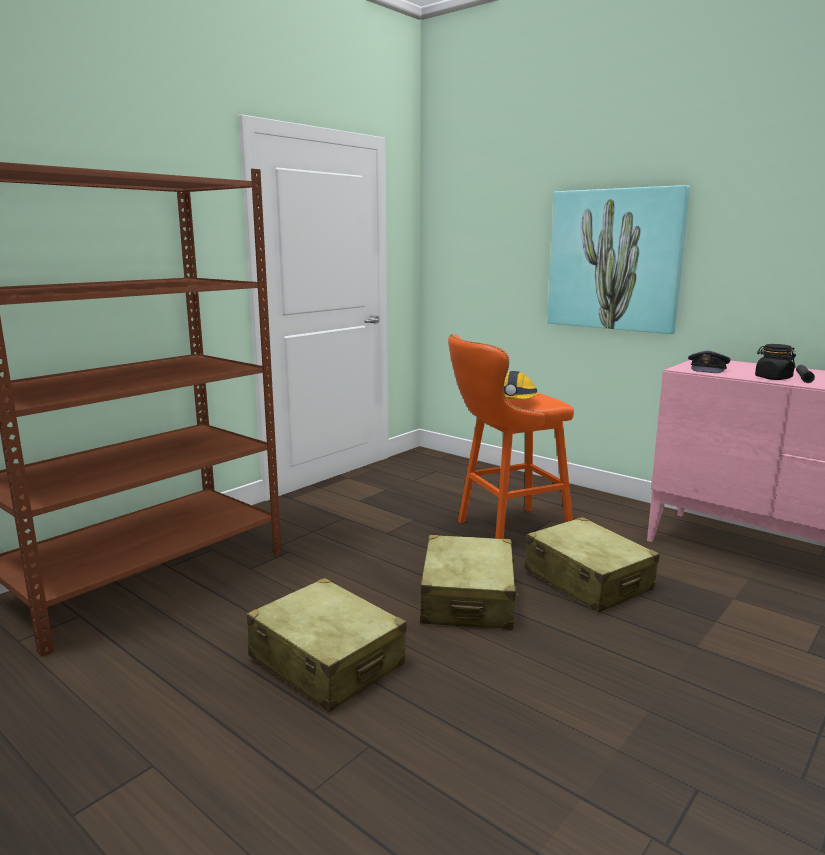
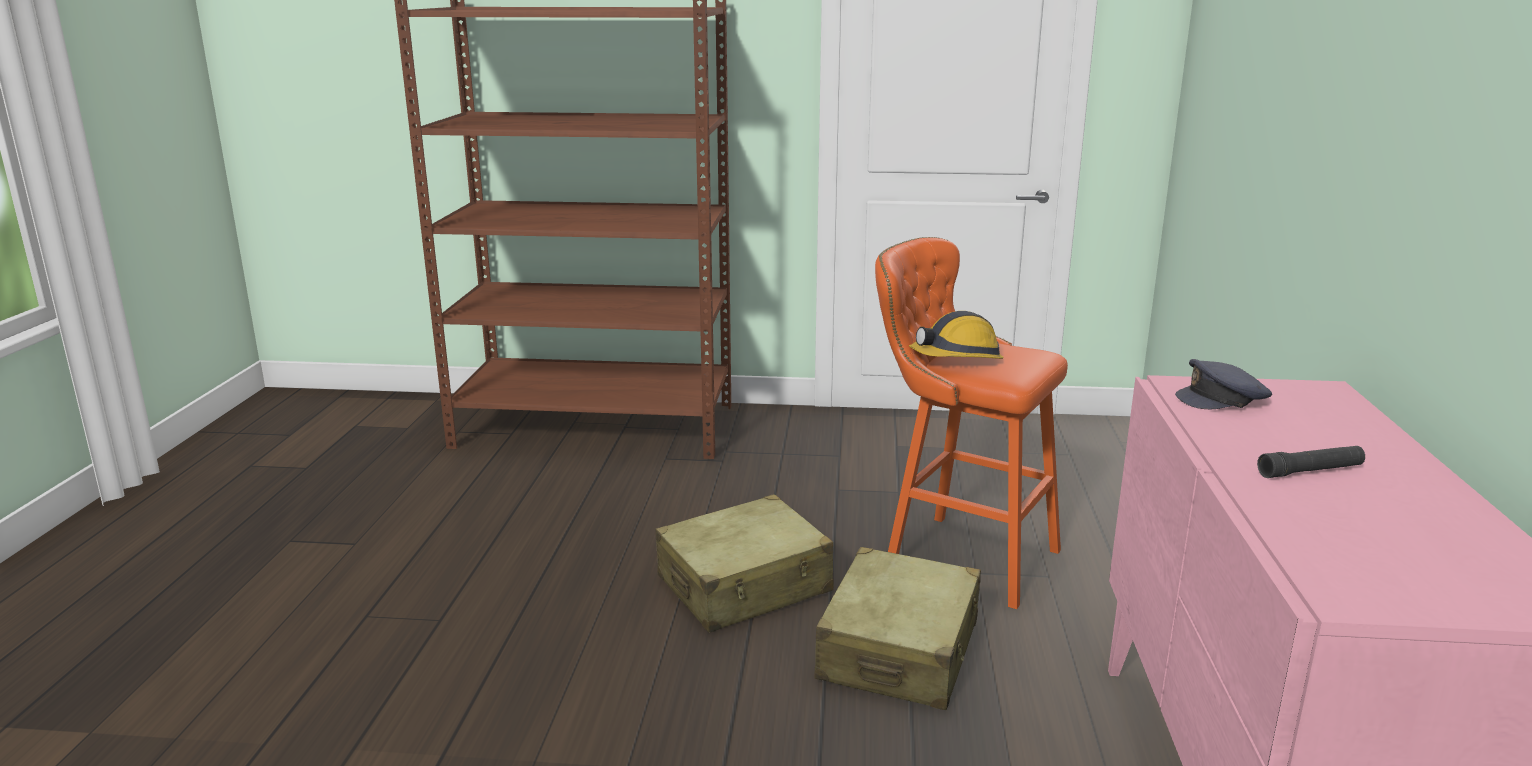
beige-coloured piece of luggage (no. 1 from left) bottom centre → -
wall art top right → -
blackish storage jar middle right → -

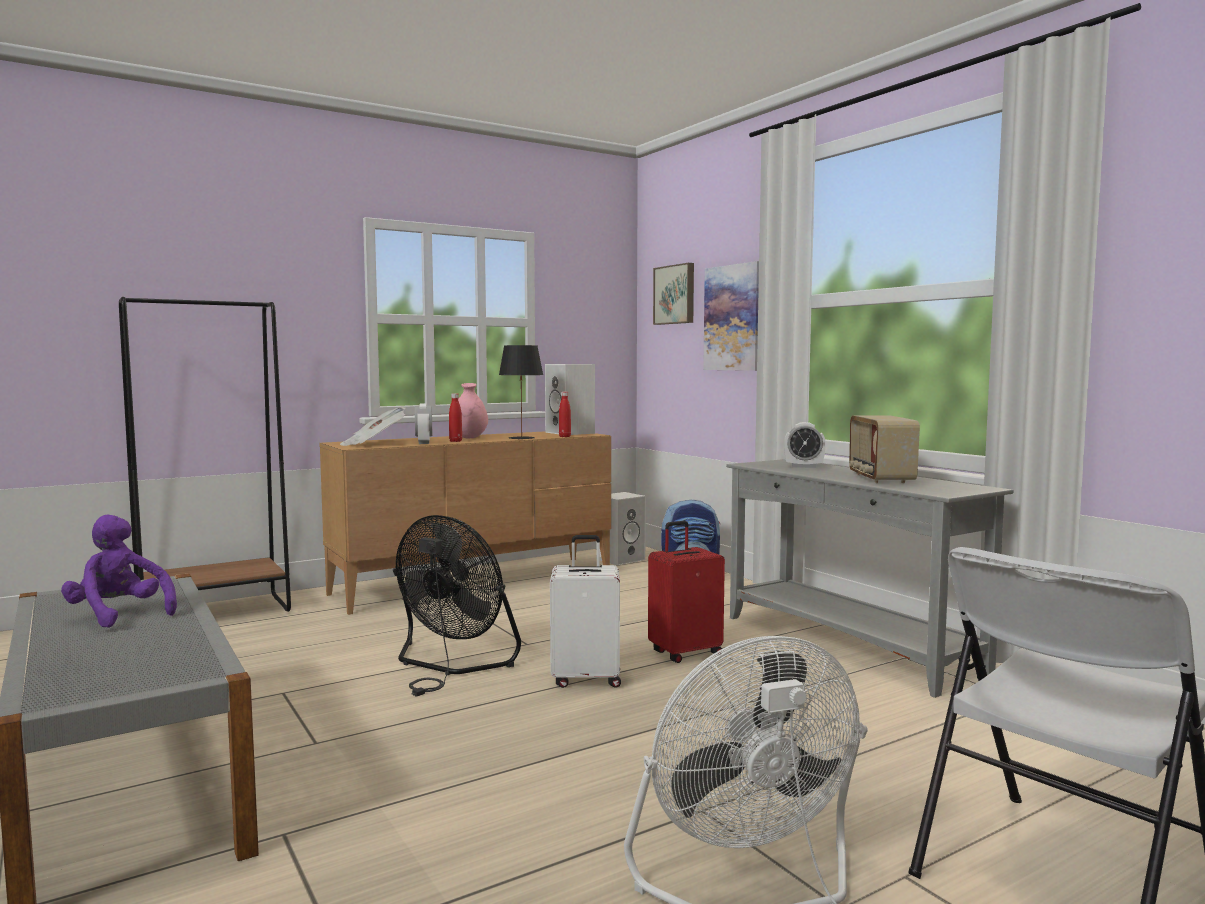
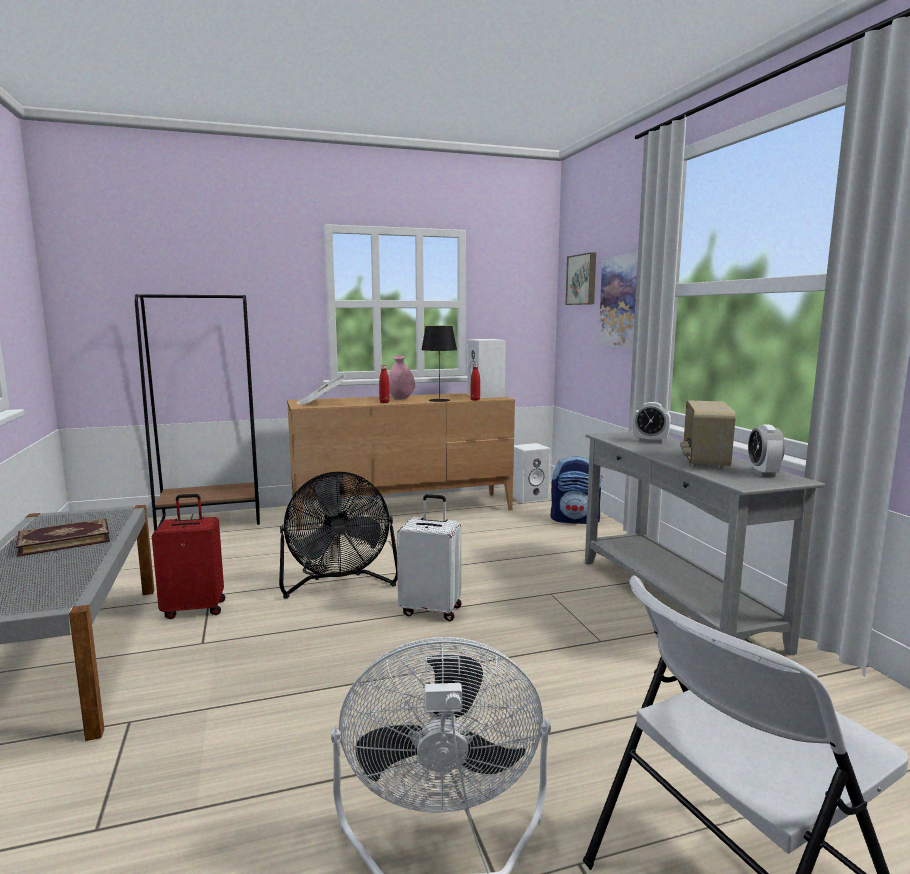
table clock (no. 1 from left in the first image) centre → table clock (no. 2 from left) middle right, relocated
reddish piece of luggage centre → reddish piece of luggage middle left, relocated
purple soft toy middle left → bound book middle left
blackish cooling fan bottom centre → blackish cooling fan centre, 120 degrees clockwise

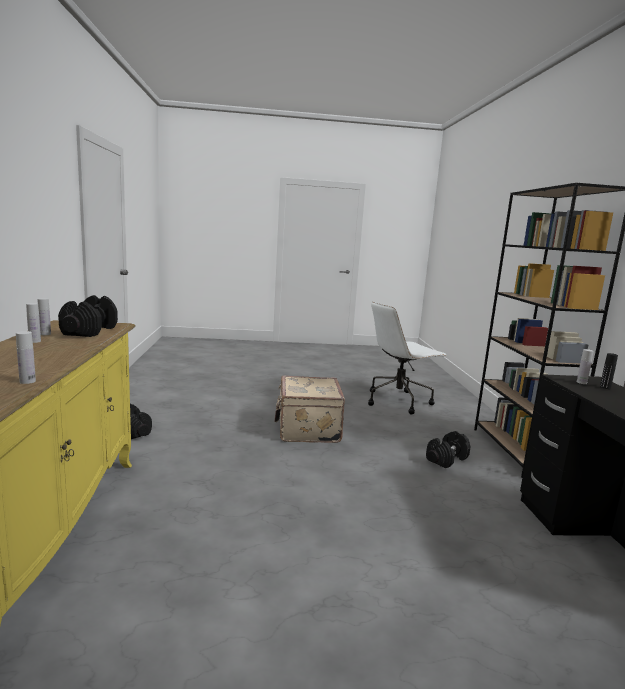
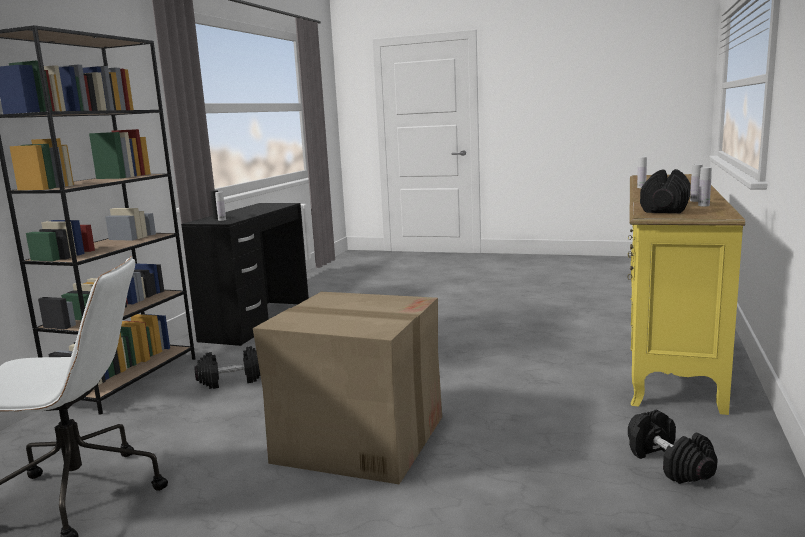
beige-coloured piece of luggage centre → carton bottom centre

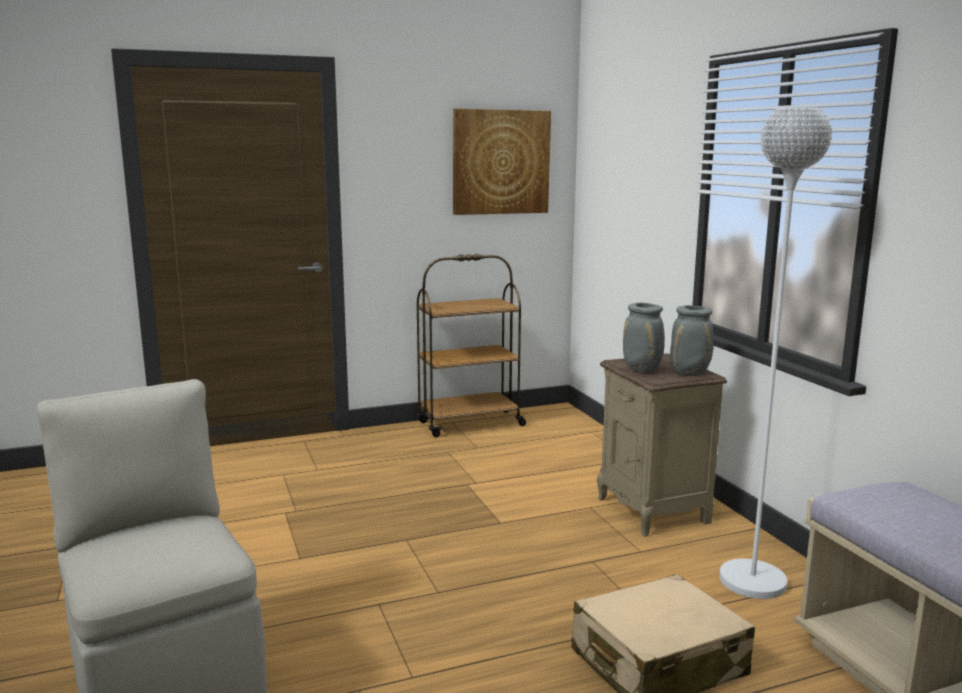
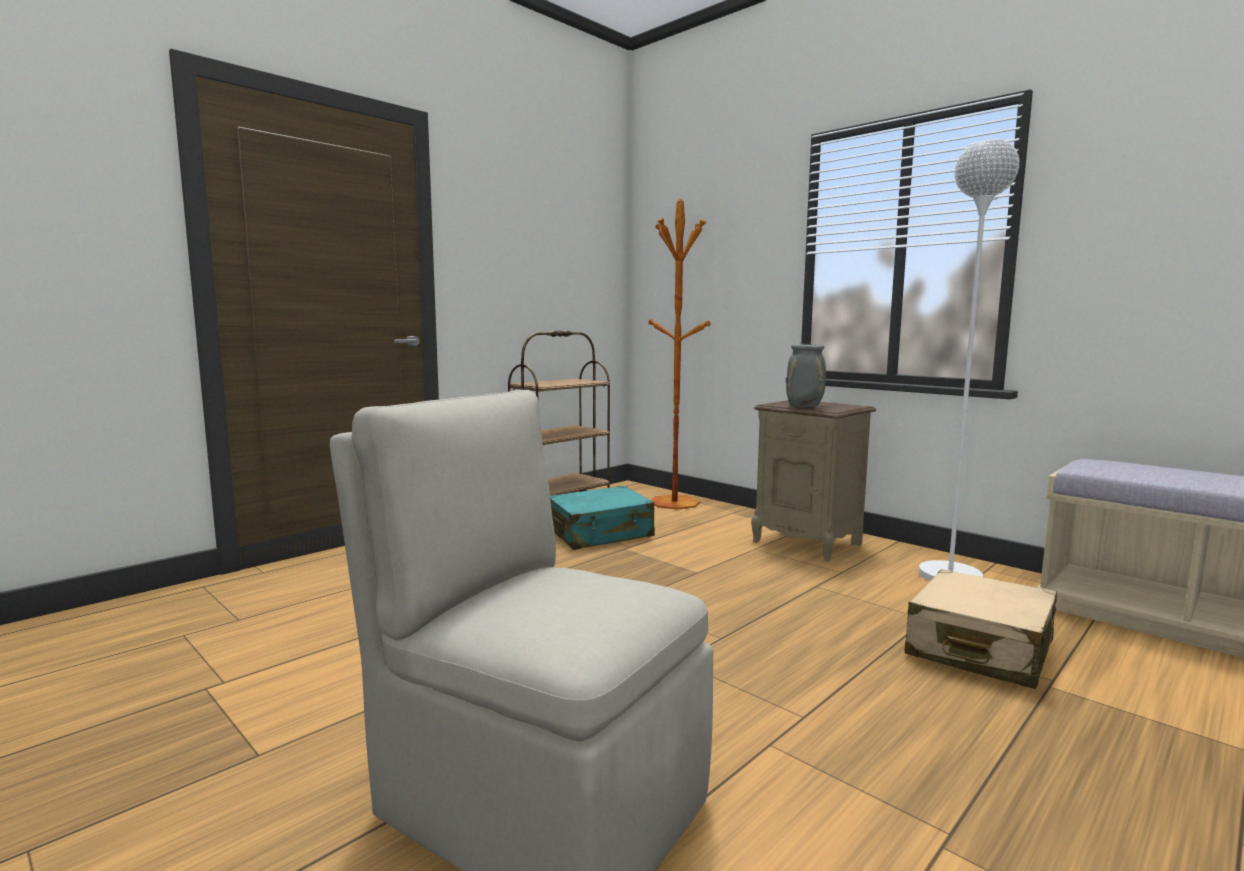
wall art top centre → -
gray decorative vase (no. 2 from left) middle right → -
- → blue-green piece of luggage centre
- → orangey clothes rack centre

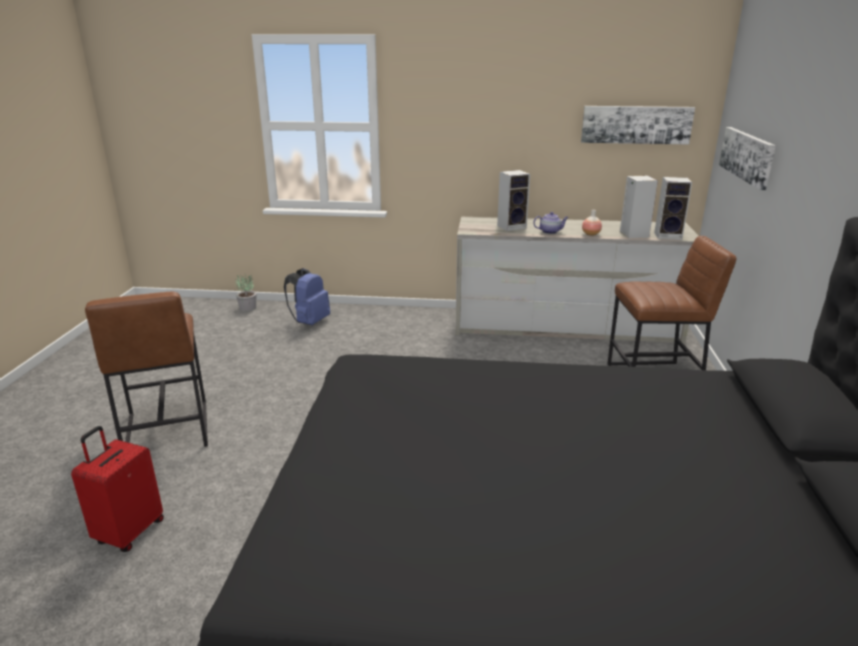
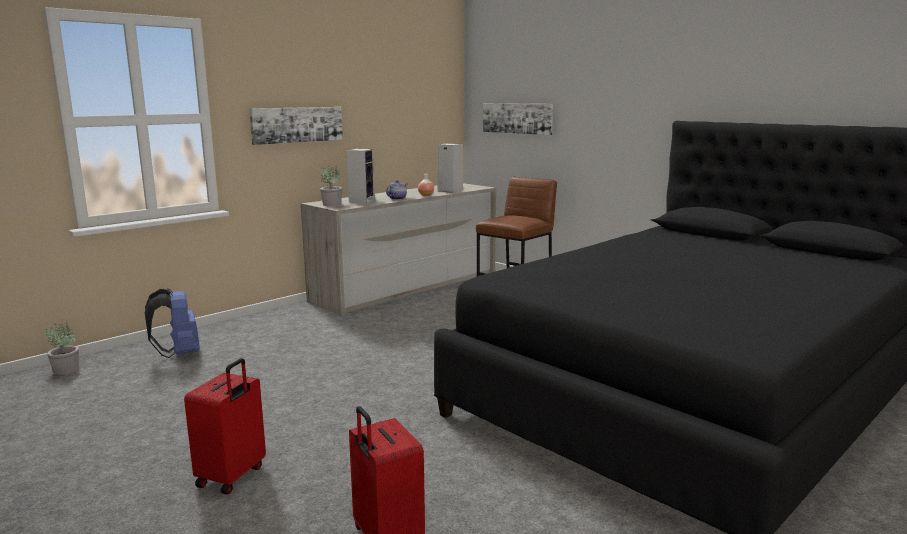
loudspeaker (no. 3 from left) top right → -
- → plant in a pot (no. 2 from left) centre
wall art (no. 1 from left) top right → wall art (no. 1 from left) top left, relocated
brown upright chair (no. 1 from left) middle left → reddish piece of luggage (no. 1 from left) bottom left

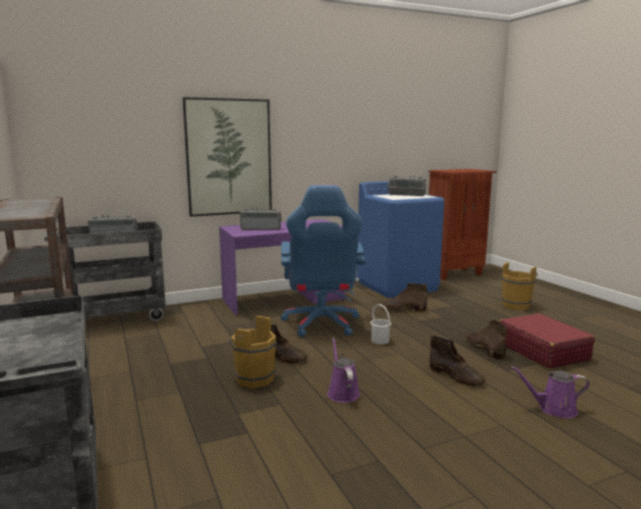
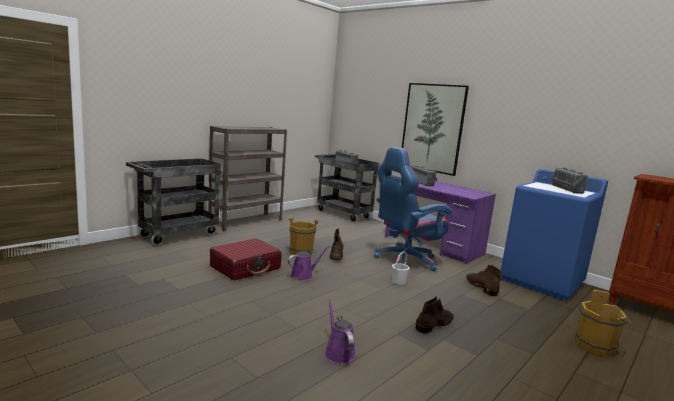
brown tall boot (no. 3 from left) bottom right → -
reddish piece of luggage bottom right → reddish piece of luggage centre, relocated

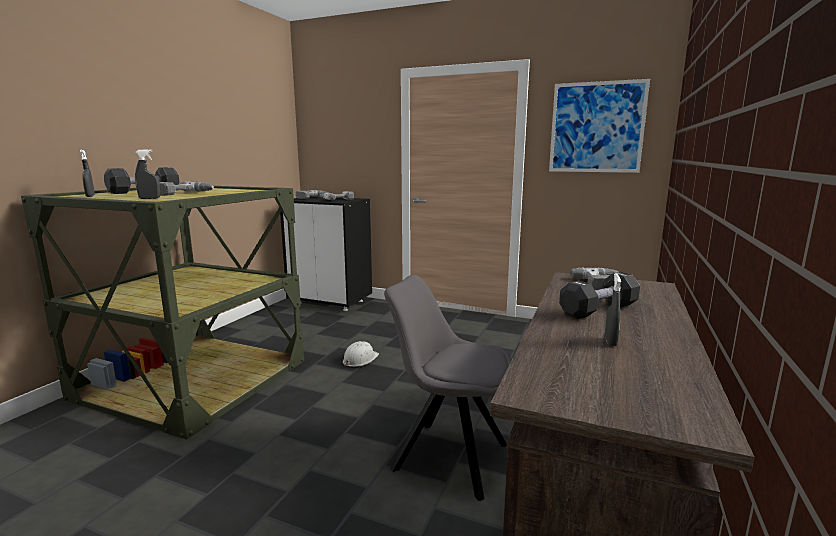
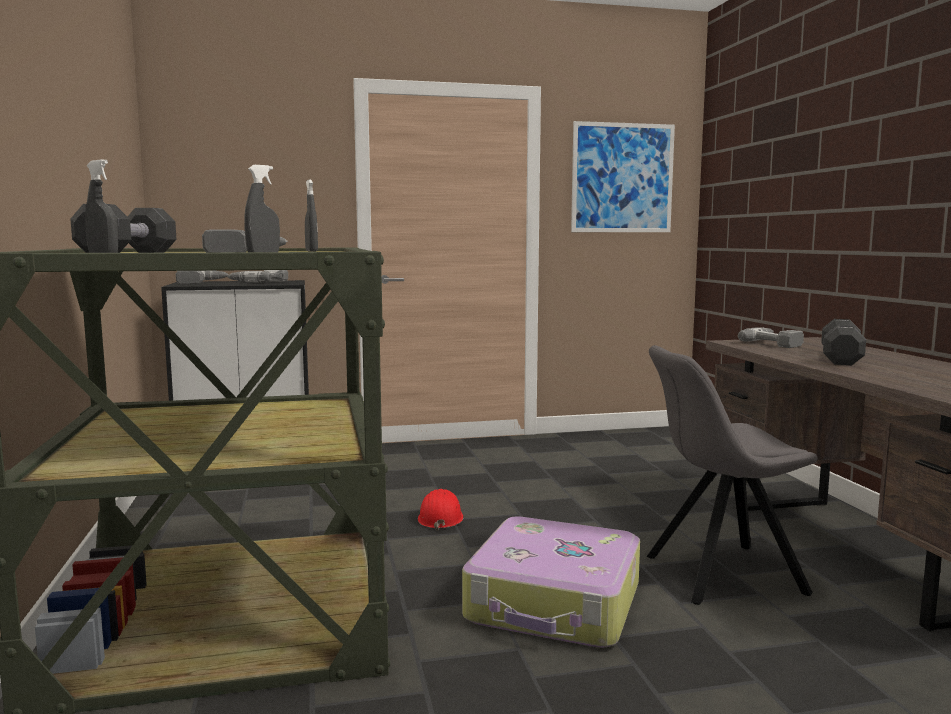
- → piece of luggage bottom centre
gray spray bottle (no. 3 from left) middle right → gray spray bottle (no. 3 from left) top left, relocated
white-coloured work helmet centre → reddish work helmet bottom centre

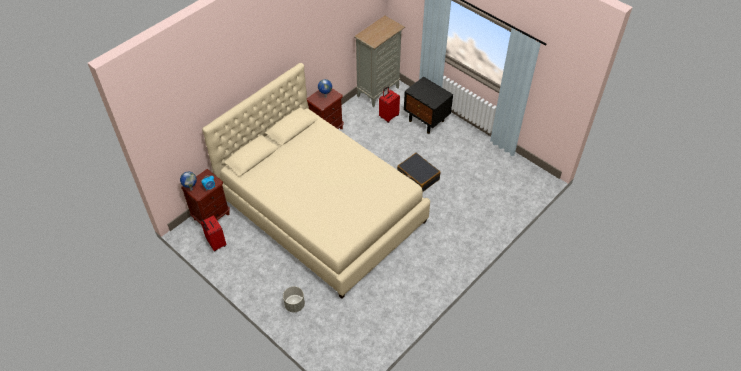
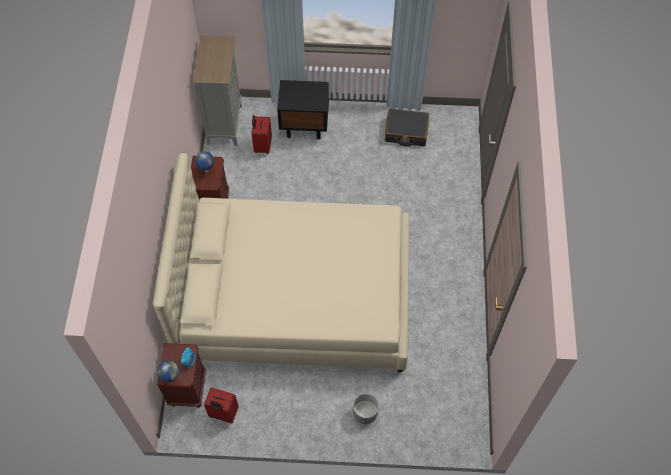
blackish piece of luggage centre → blackish piece of luggage top centre, relocated

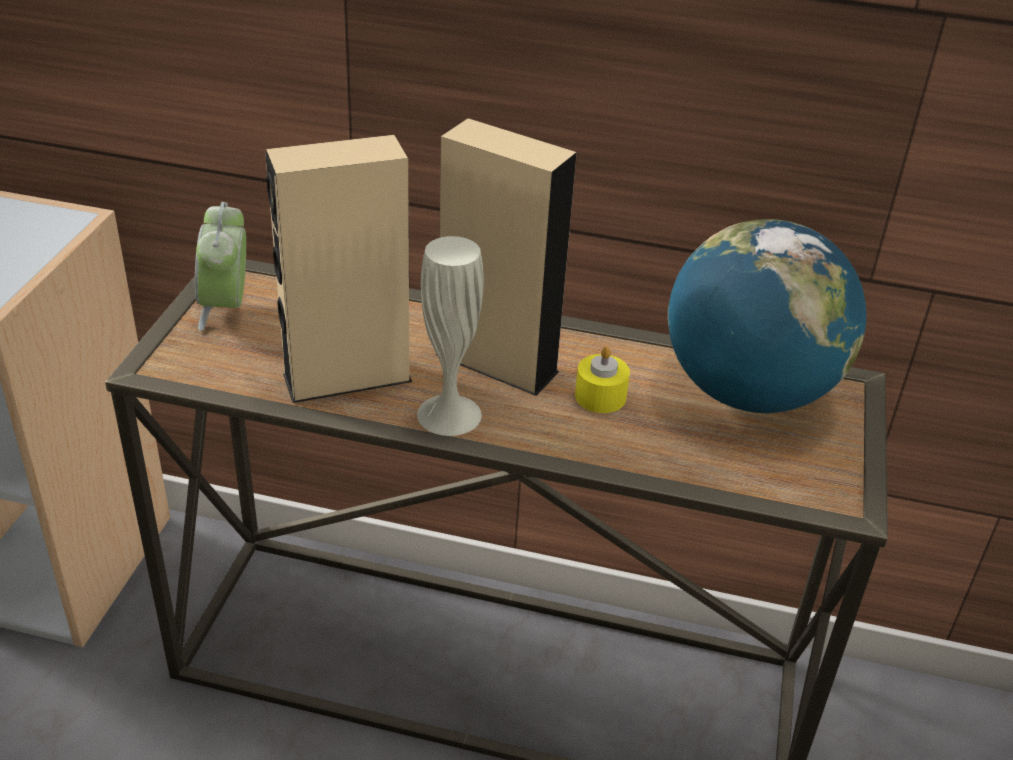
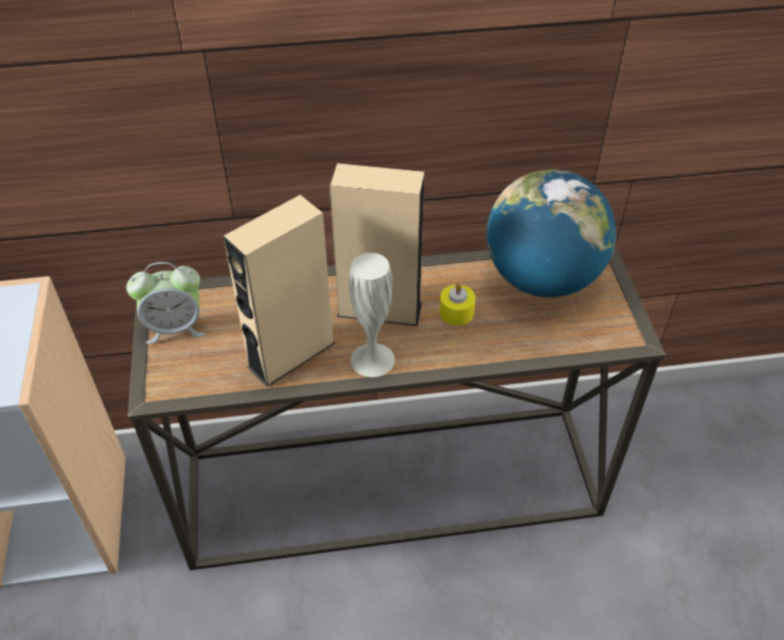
table clock middle left, 75 degrees counterclockwise

